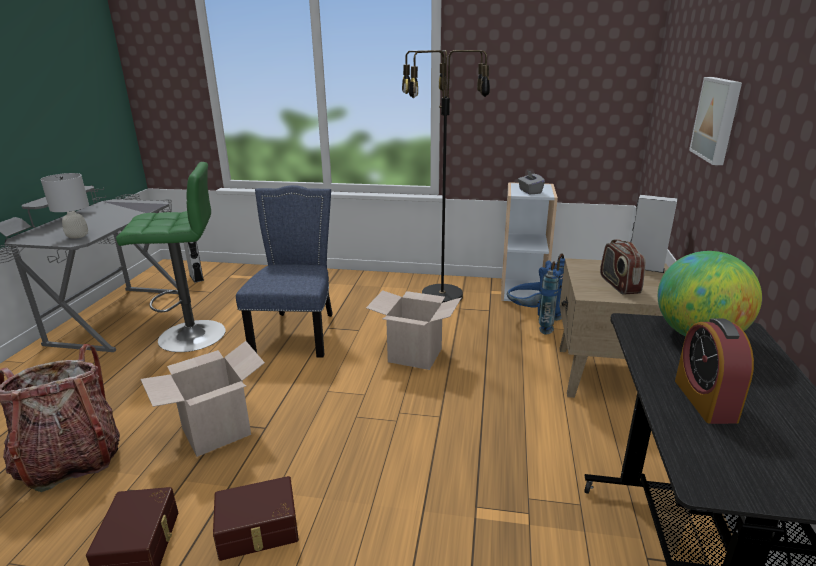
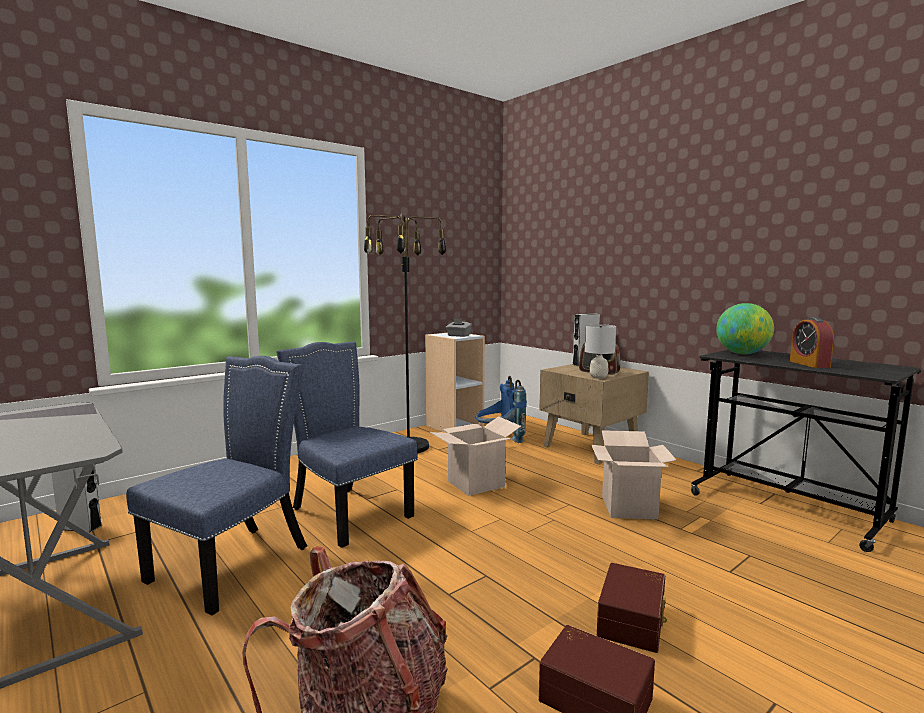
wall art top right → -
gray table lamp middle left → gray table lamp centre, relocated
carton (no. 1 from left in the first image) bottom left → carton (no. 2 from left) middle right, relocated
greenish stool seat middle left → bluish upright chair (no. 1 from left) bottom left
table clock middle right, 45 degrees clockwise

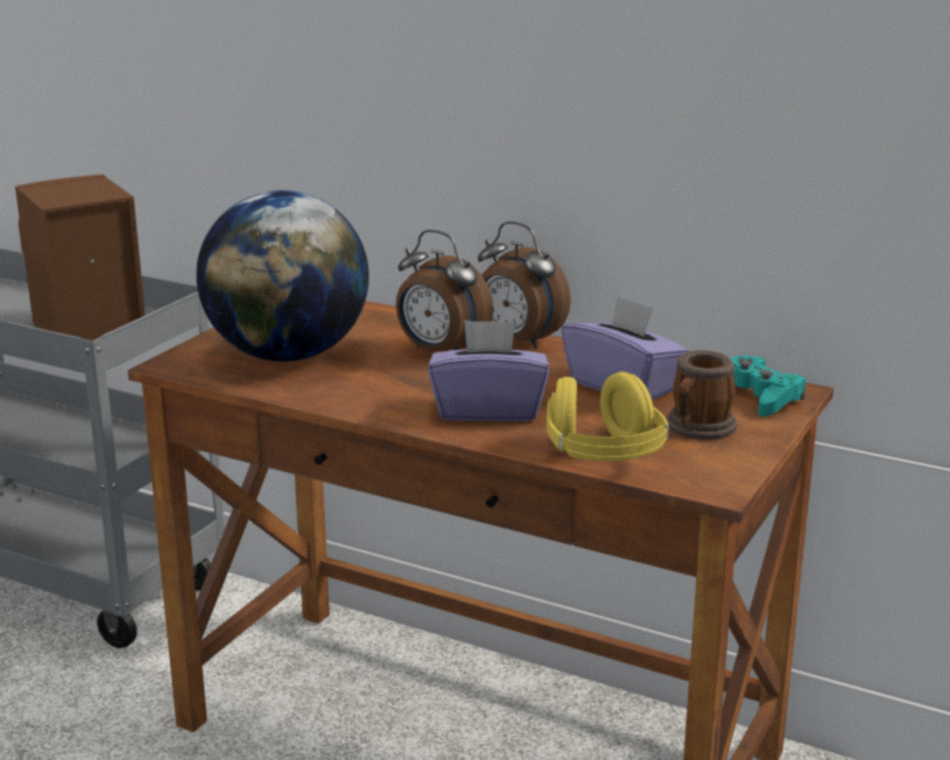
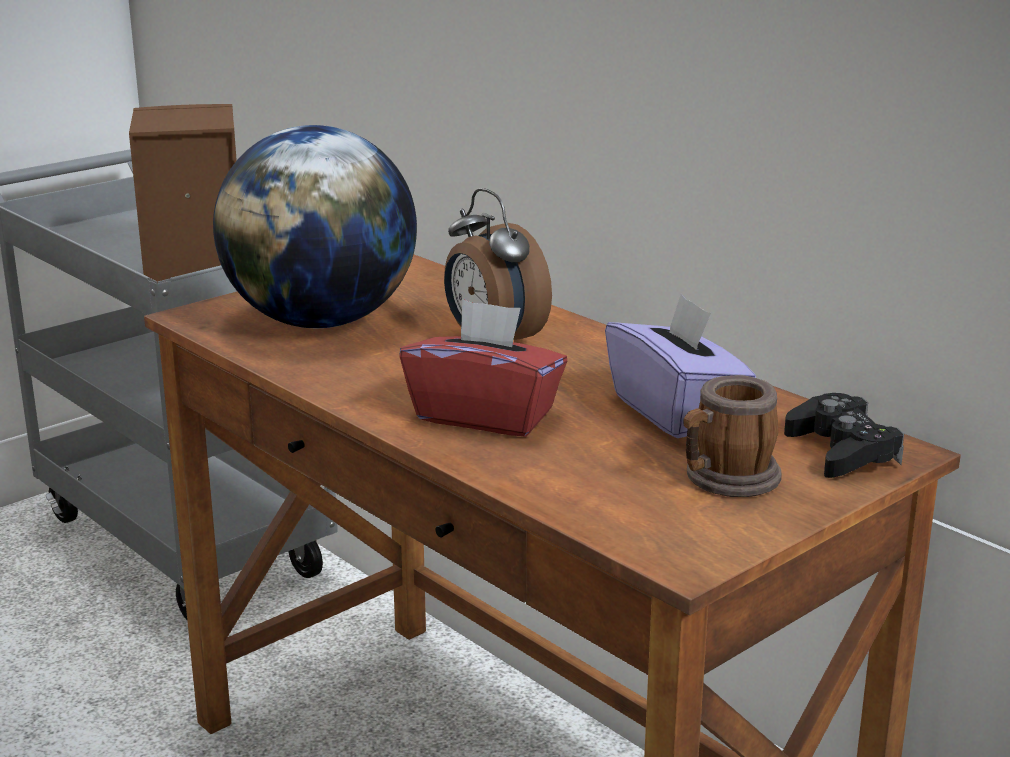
table clock (no. 2 from left) centre → -
yellowish headphones centre → -
purple tissue holder (no. 1 from left) centre → reddish tissue holder centre
blue-green joypad middle right → blackish joypad middle right

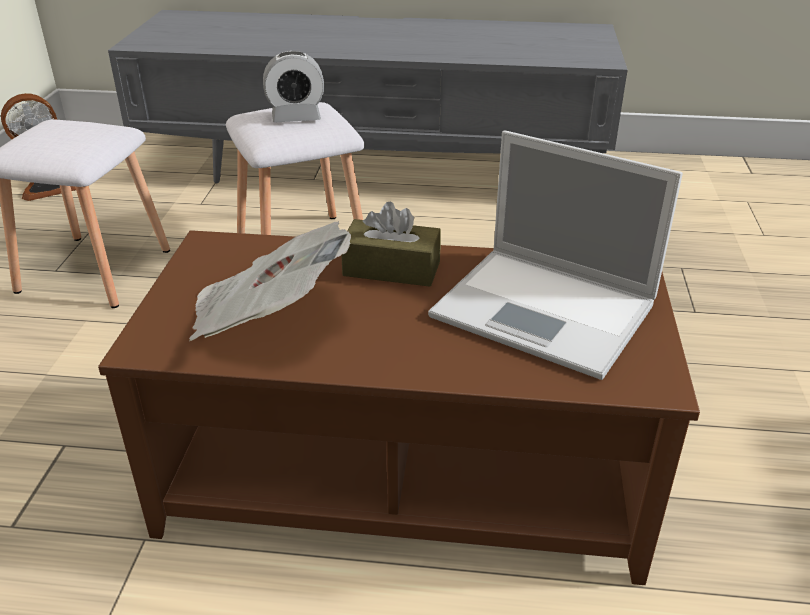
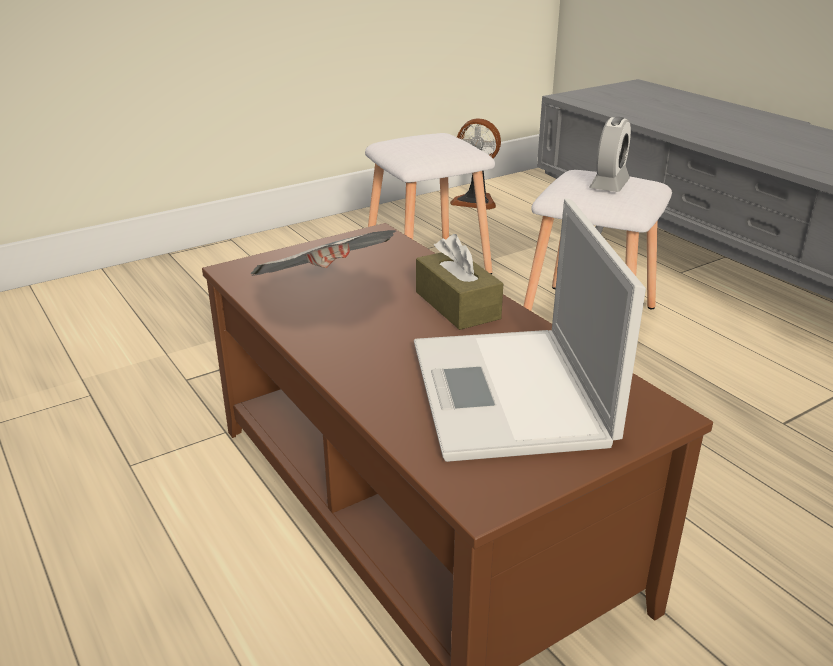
table clock top centre → table clock top right, 105 degrees counterclockwise

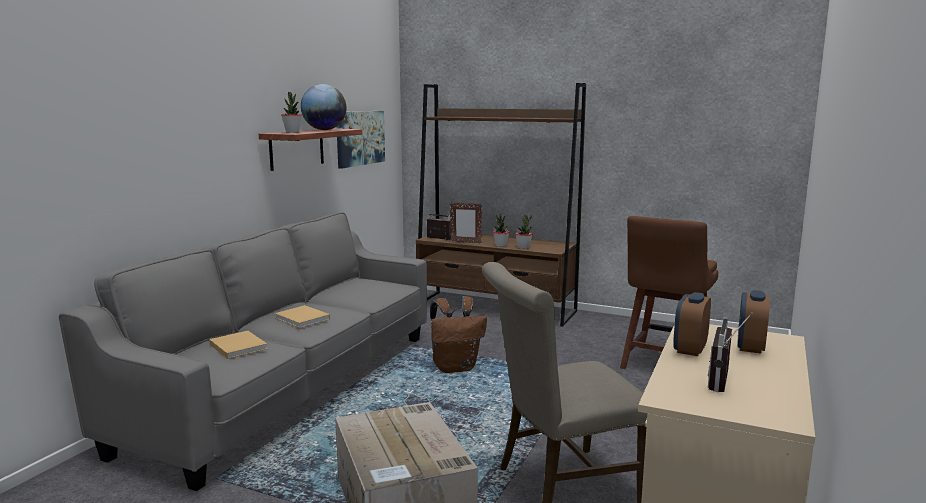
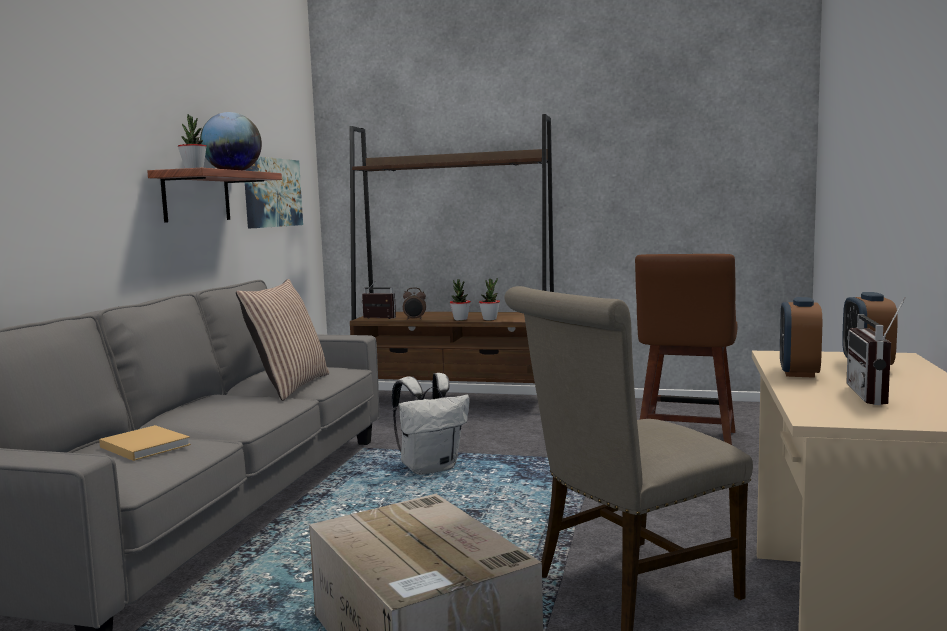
beige-coloured bound book (no. 2 from left) middle left → -
- → cushion middle left
standing frame centre → table clock (no. 1 from left) centre
brown knapsack centre → white-coloured knapsack bottom centre

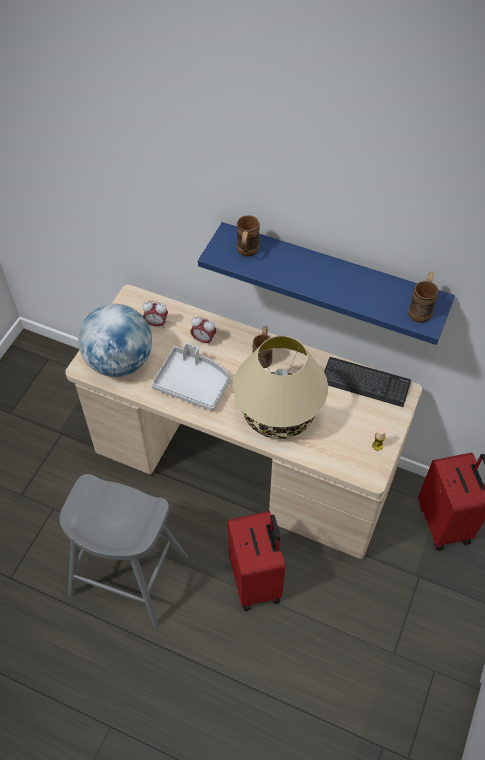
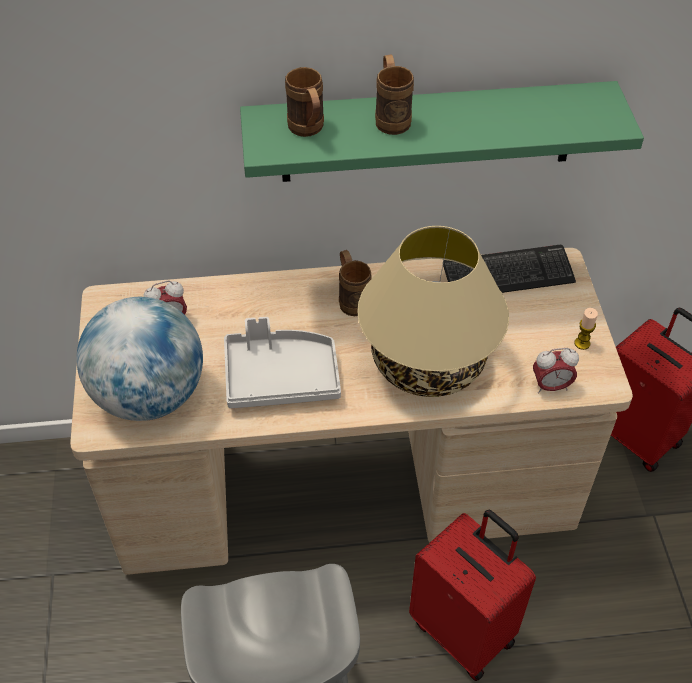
table clock (no. 2 from left) centre → table clock (no. 2 from left) middle right, relocated
brown coffee mug (no. 3 from left) middle right → brown coffee mug (no. 3 from left) top centre, relocated
bluish bracket shelf middle right → greenish bracket shelf top centre

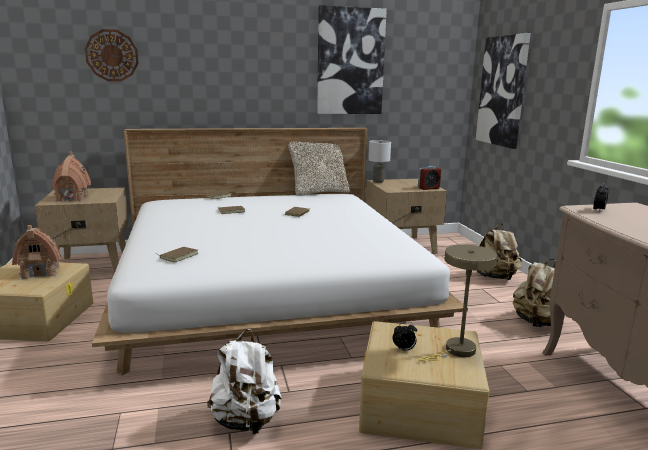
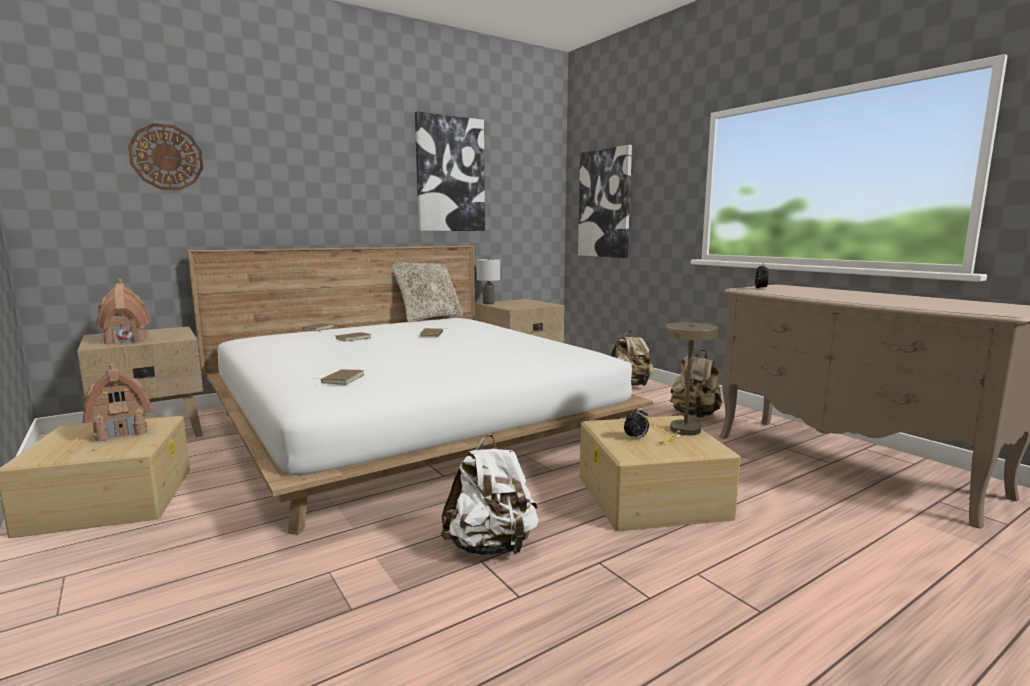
table clock (no. 2 from left) centre → -

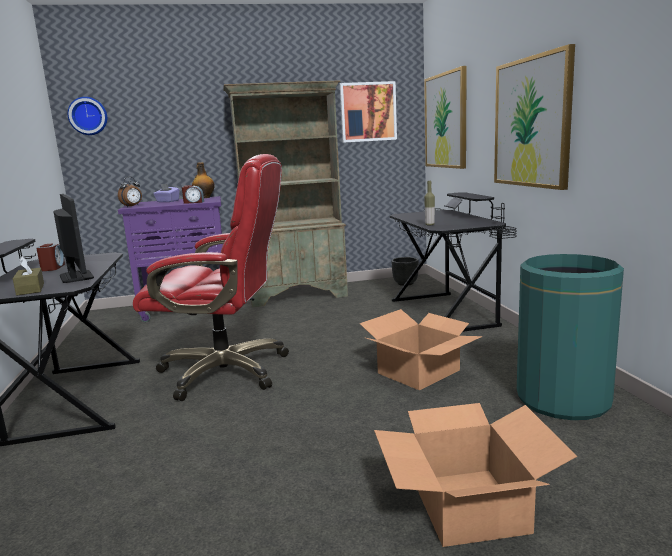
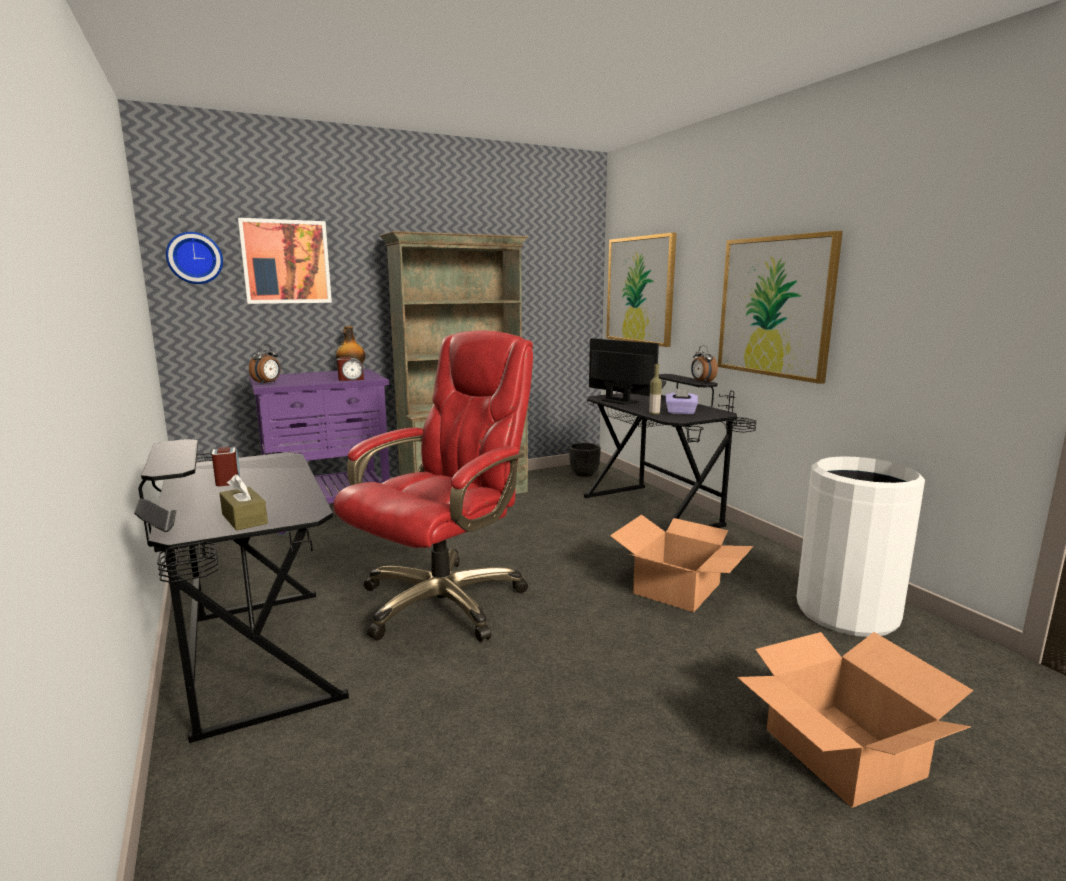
- → table clock (no. 4 from left) centre
computer display middle left → computer display centre, relocated
purple tissue holder middle left → purple tissue holder centre, relocated
wall art (no. 1 from left) top centre → wall art (no. 1 from left) top left, relocated
greenish rubbish bin middle right → white-coloured rubbish bin middle right
reddish desk chair middle left → reddish desk chair centre, 45 degrees counterclockwise

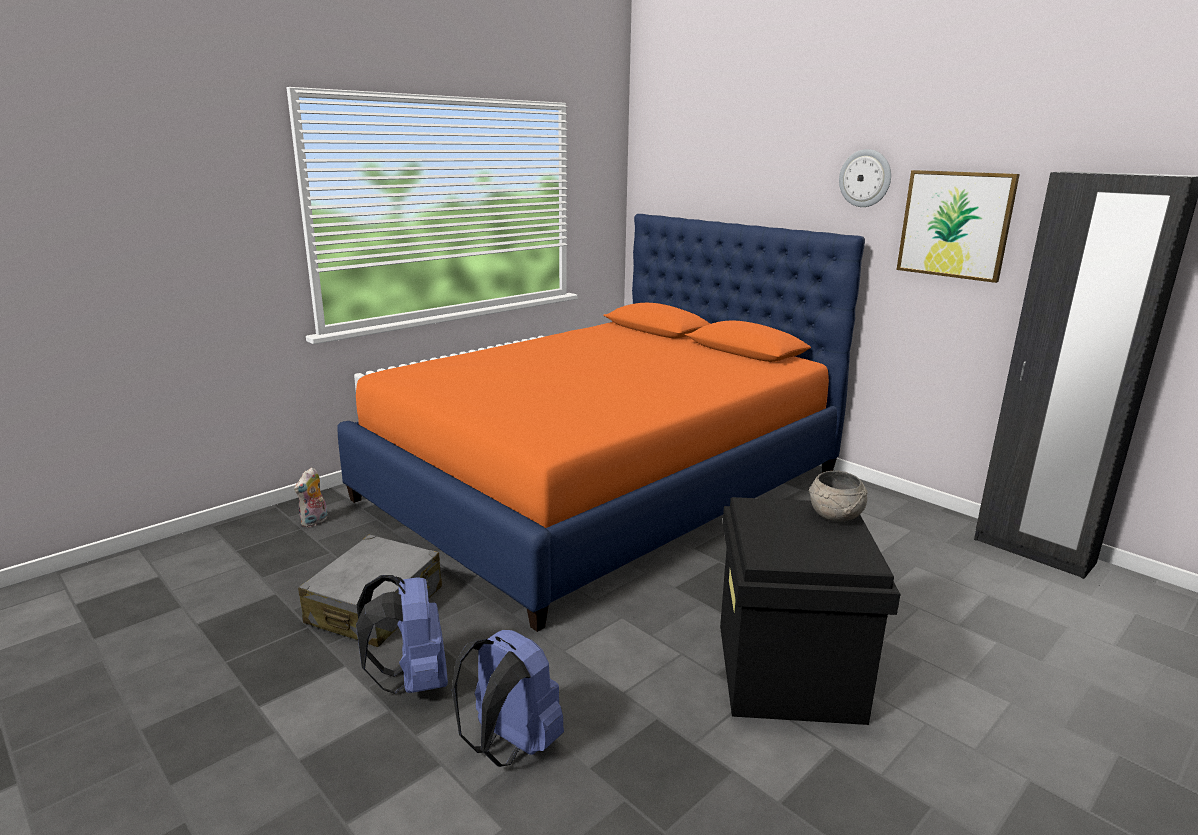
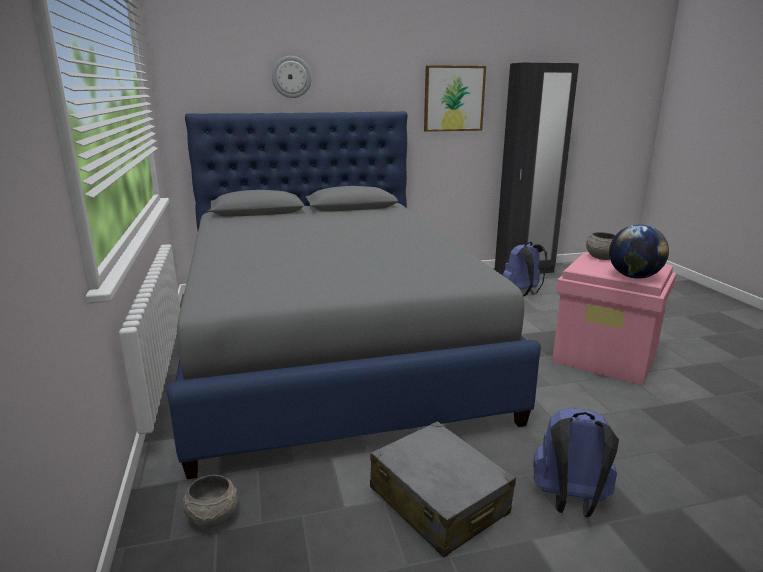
- → globe middle right
bluish knapsack (no. 2 from left in the first image) bottom centre → bluish knapsack (no. 1 from left) middle right, relocated
clock on the wall top right → clock on the wall top centre, relocated
soft toy middle left → gray deep dish (no. 1 from left) bottom left
orangey bed centre → gray bed centre
blackish storage bin bottom right → pink storage bin middle right

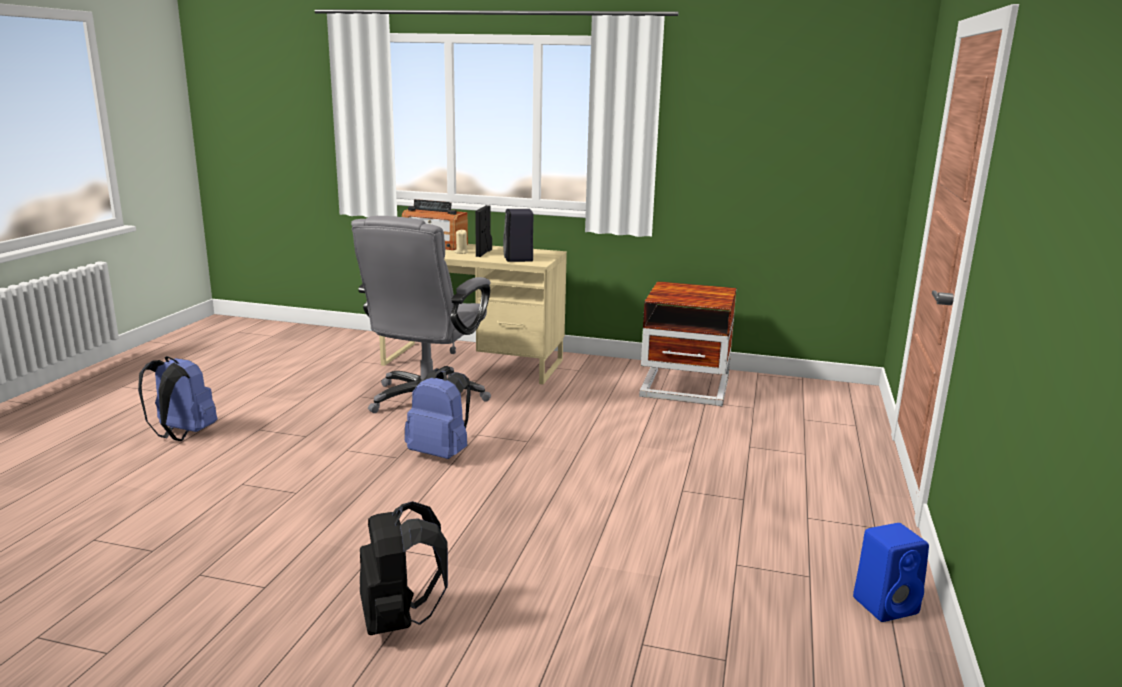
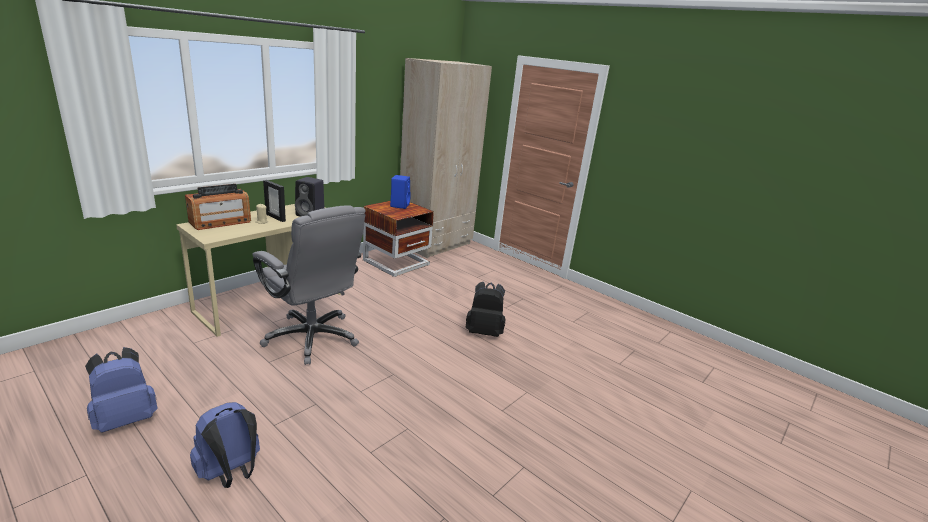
- → beige-coloured wardrobe top centre
blackish knapsack bottom centre → blackish knapsack centre, relocated
bluish knapsack (no. 2 from left in the first image) centre → bluish knapsack (no. 1 from left) bottom left, relocated
bluish loudspeaker bottom right → bluish loudspeaker centre, relocated

